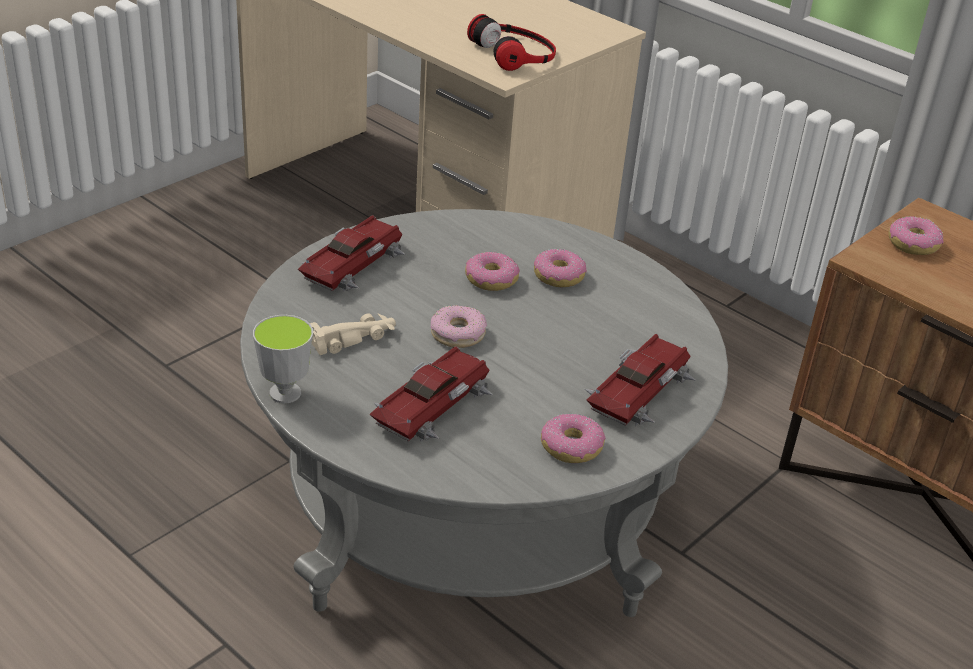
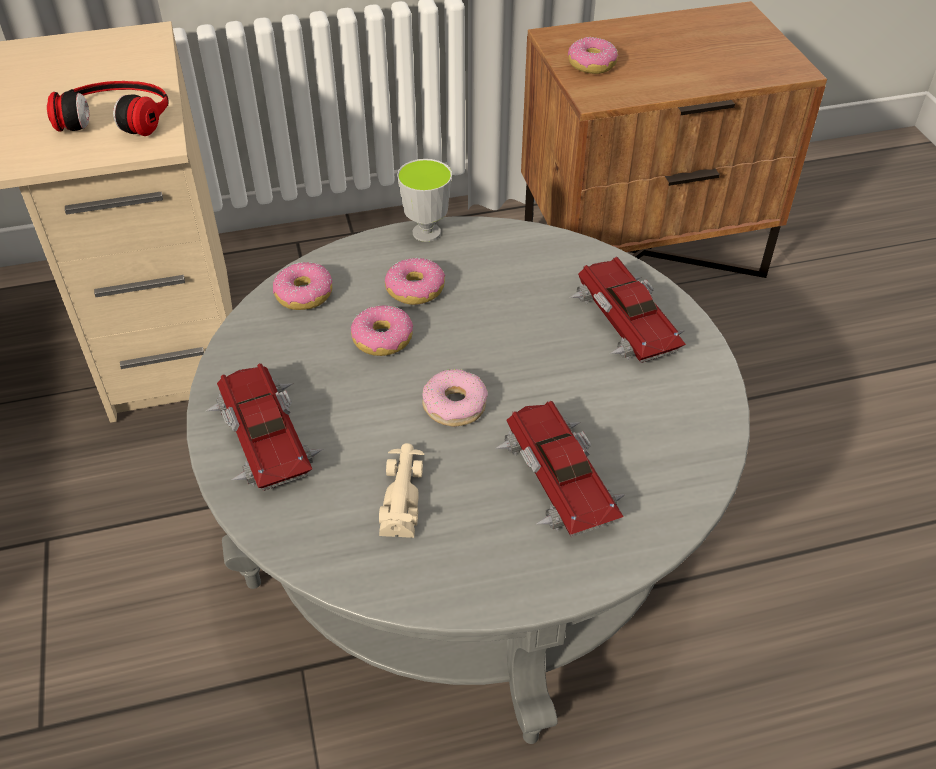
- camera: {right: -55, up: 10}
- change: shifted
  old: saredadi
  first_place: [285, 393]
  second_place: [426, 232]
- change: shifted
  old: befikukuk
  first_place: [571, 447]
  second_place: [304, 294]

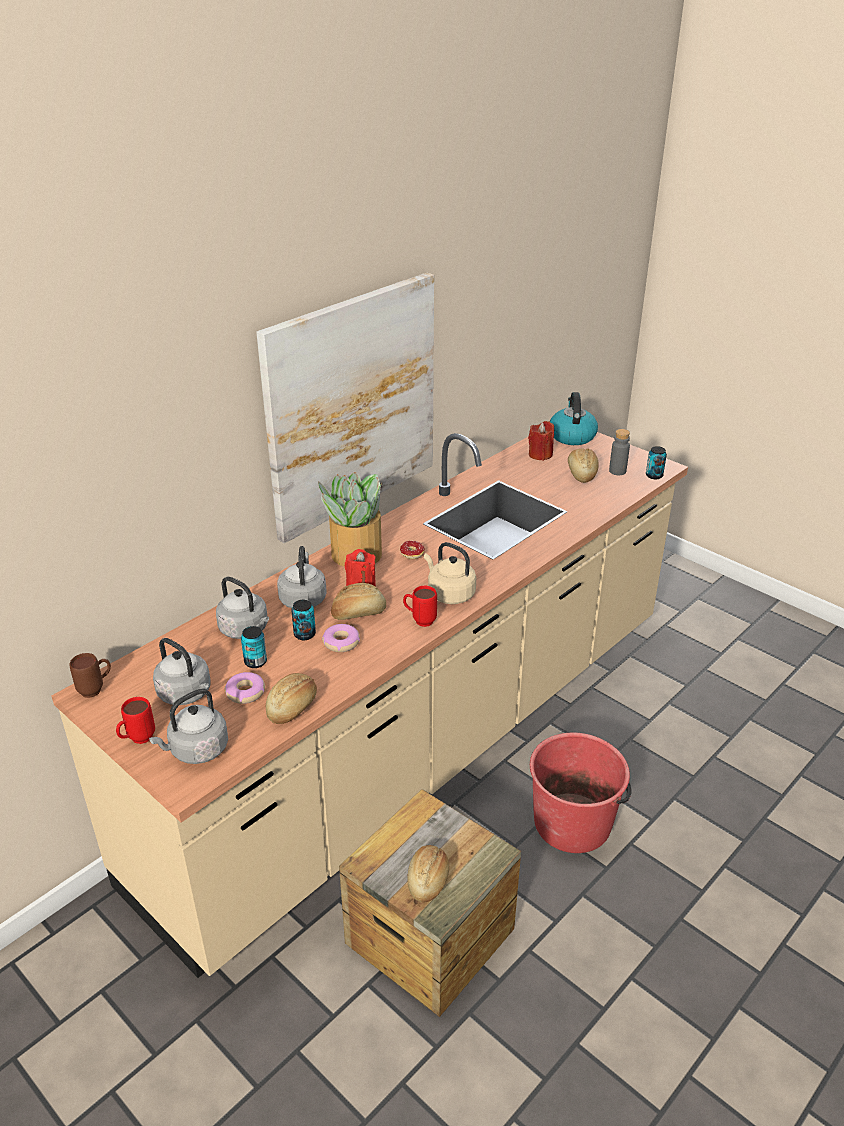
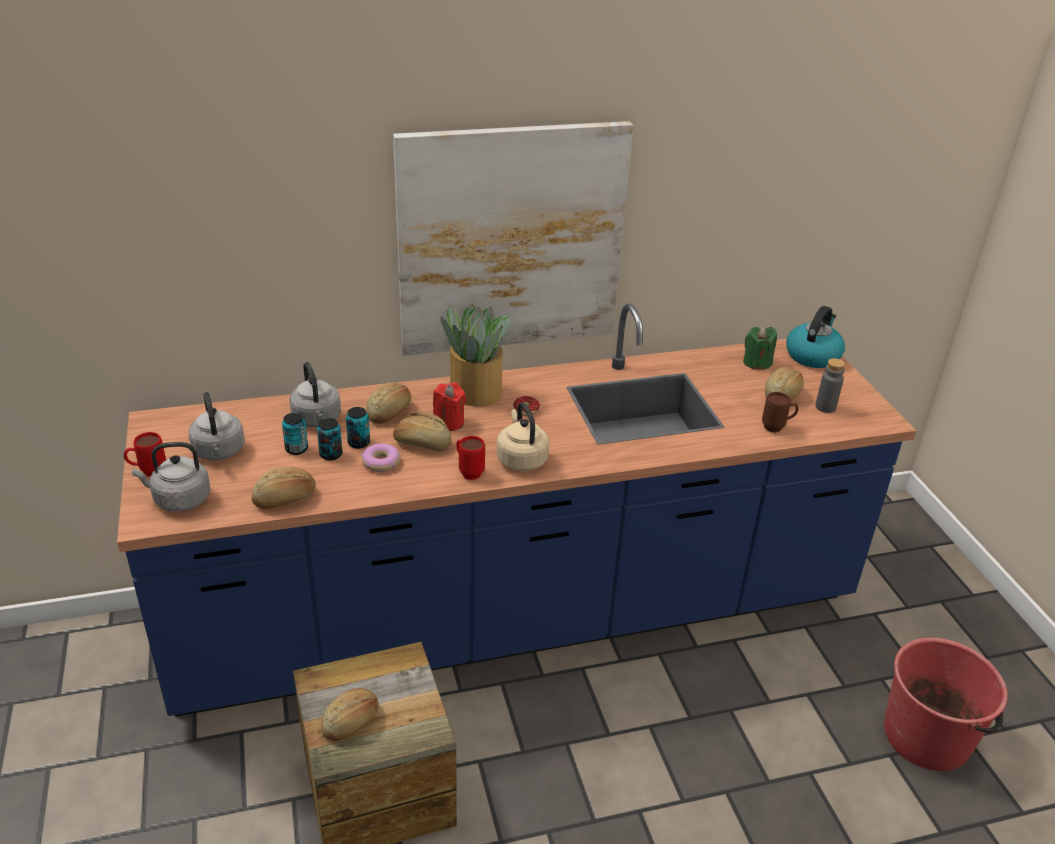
- camera: {right: 30, up: 0}
- change: repainted
  old: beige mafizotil
  new: blue mafizotil
  first_place: [421, 743]
  second_place: [518, 614]
- change: shifted
  old: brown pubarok
  first_place: [96, 689]
  second_place: [777, 428]
- change: gone
  old: befikukuk
  first_place: [245, 692]
- change: swapped
  old: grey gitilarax
  new: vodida
  first_place: [303, 598]
  second_place: [390, 412]
- change: repainted
  old: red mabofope
  new: green mabofope
  first_place: [540, 454]
  second_place: [757, 363]
- change: shifted
  old: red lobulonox
  first_place: [573, 822]
  second_place: [927, 736]
- change: shifted
  old: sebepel
  first_place: [654, 475]
  second_place: [331, 454]

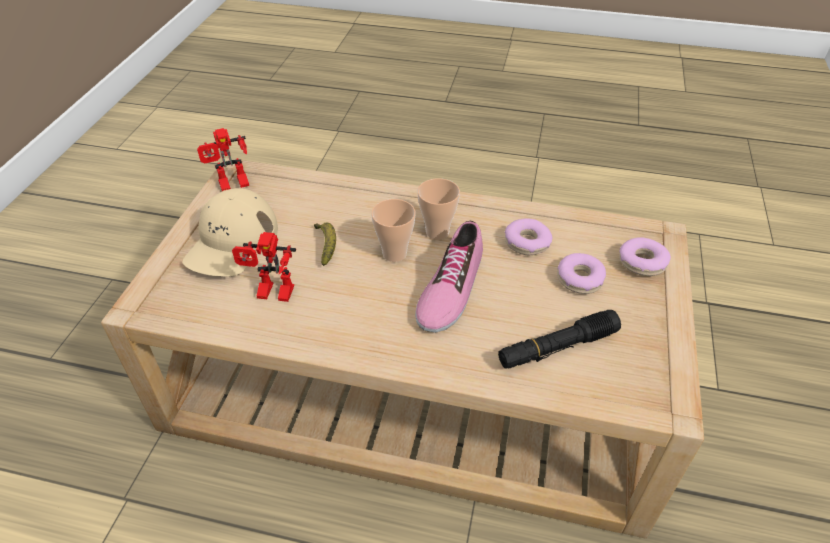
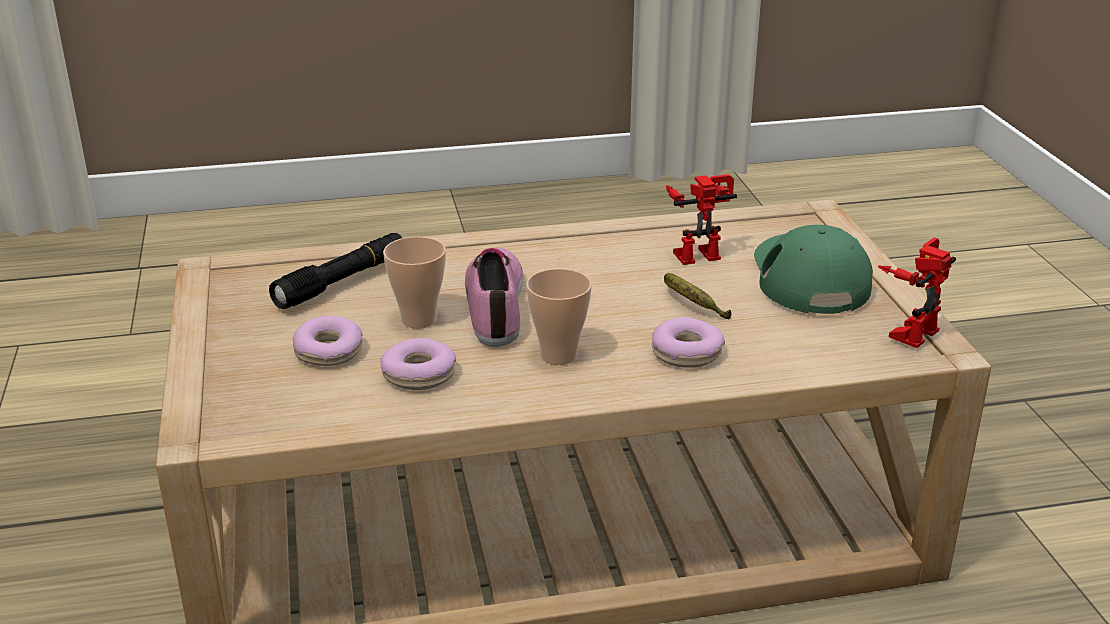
- camera: {right: 155, up: -15}
- change: repainted
  old: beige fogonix
  new: green fogonix
  first_place: [232, 242]
  second_place: [808, 277]
- change: shifted
  old: saredadi
  first_place: [394, 254]
  second_place: [418, 320]
- change: shifted
  old: befikukuk
  first_place: [642, 262]
  second_place: [687, 353]

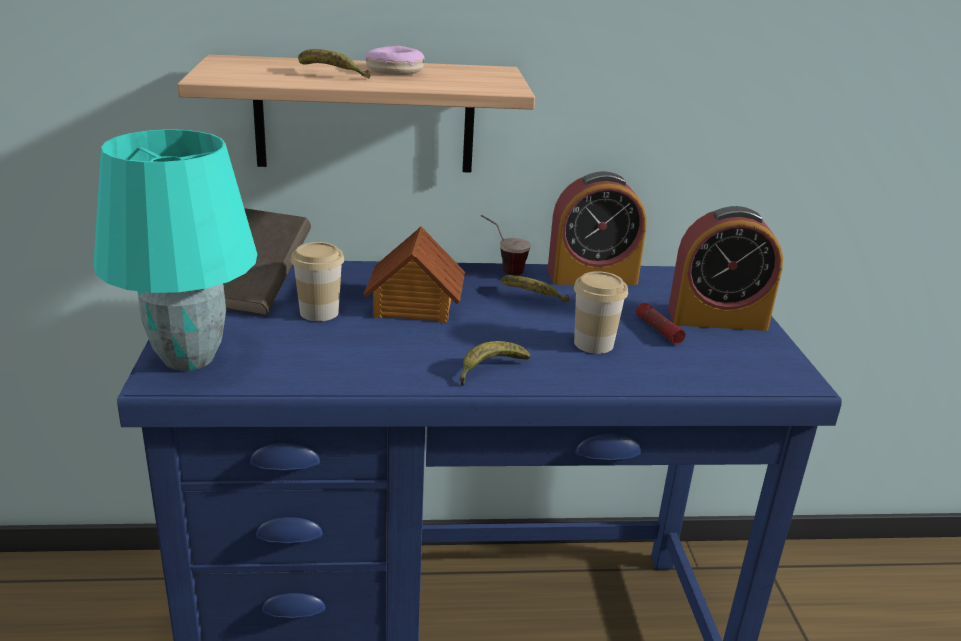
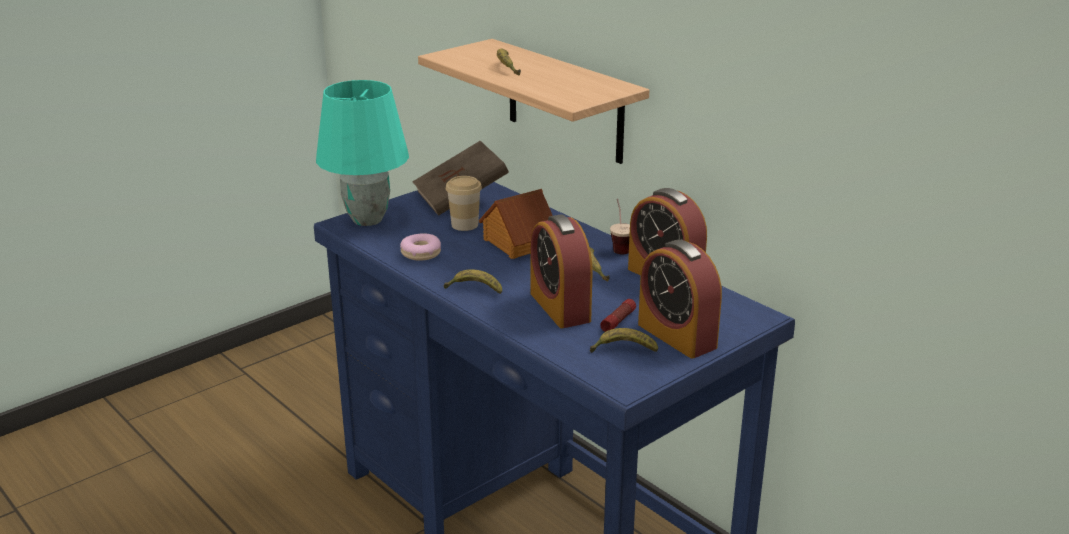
- camera: {right: 55, up: 0}
- change: shifted
  old: befikukuk
  first_place: [394, 70]
  second_place: [421, 253]
- change: swapped
  old: saredadi
  new: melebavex
  first_place: [593, 344]
  second_place: [560, 307]
- change: new
  new: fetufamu
  second_place: [623, 349]

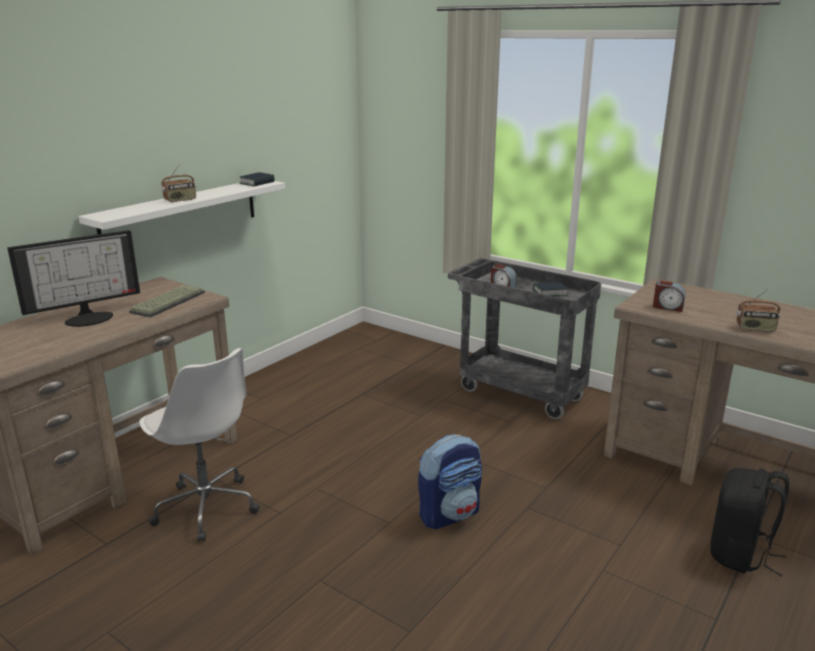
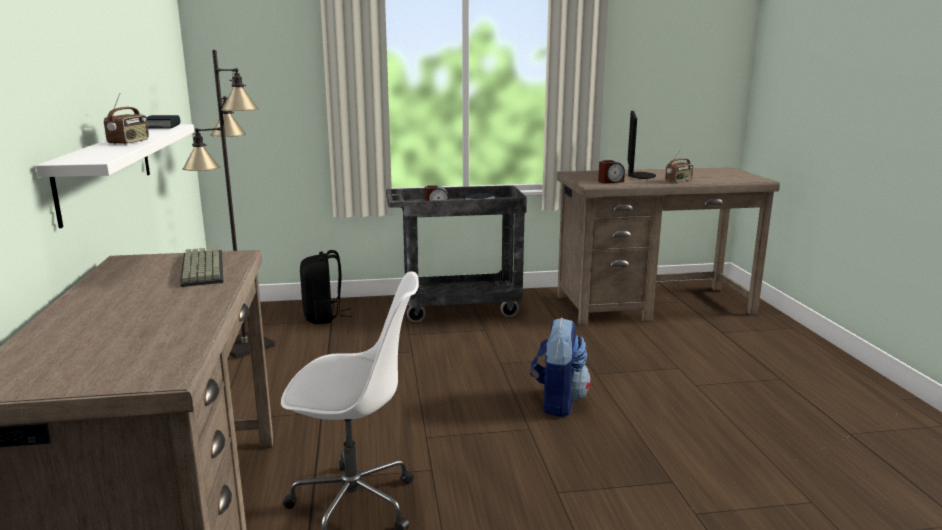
- camera: {right: -45, up: -5}
- change: shifted
  old: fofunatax
  first_place: [89, 317]
  second_place: [638, 175]
- change: shifted
  old: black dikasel
  first_place: [740, 555]
  second_place: [324, 317]
- change: new
  new: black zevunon
  second_place: [244, 346]

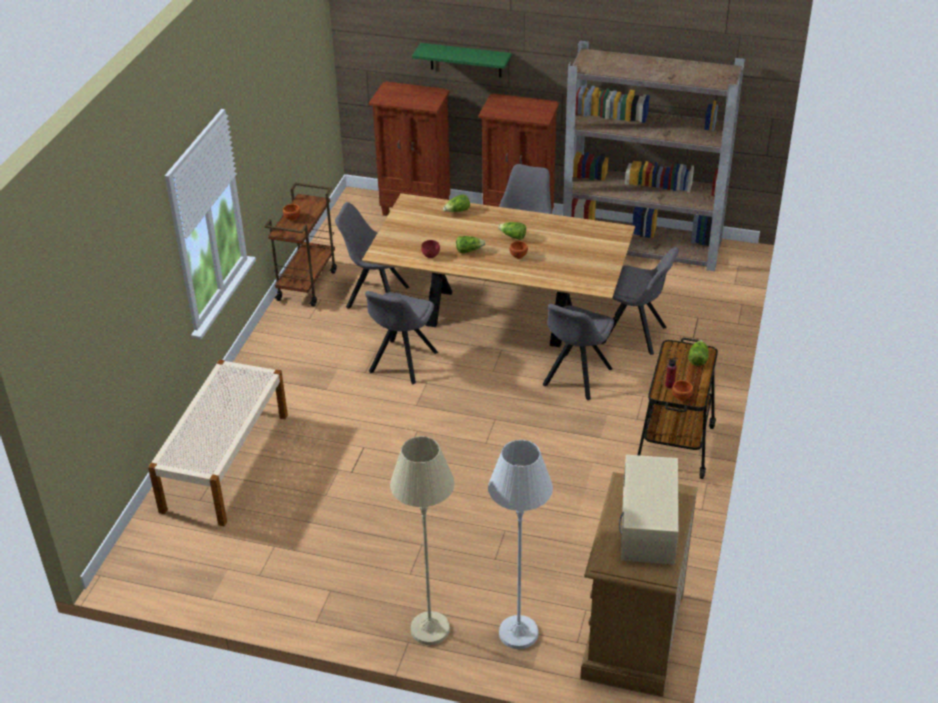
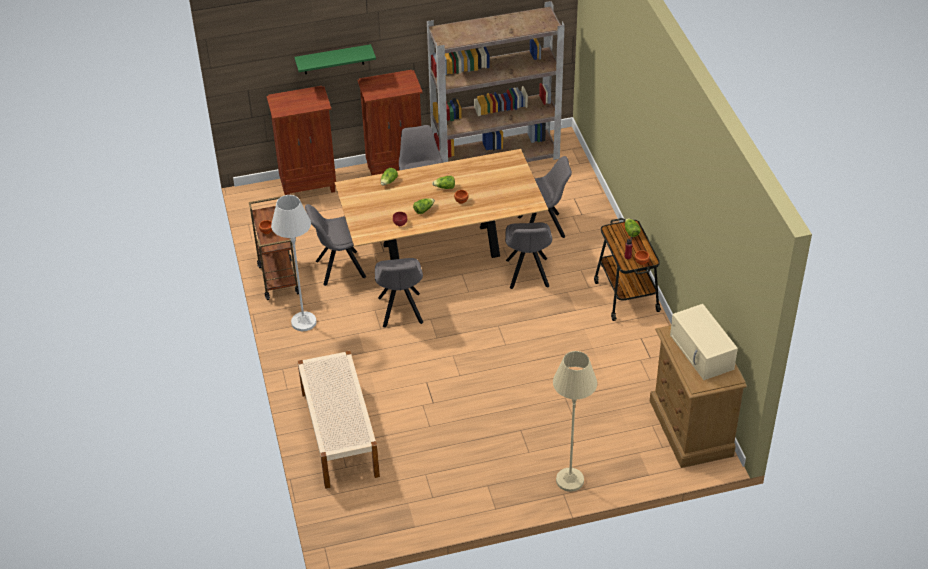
- camera: {right: -30, up: 5}
- change: shifted
  old: white zevunon
  first_place: [518, 633]
  second_place: [303, 322]

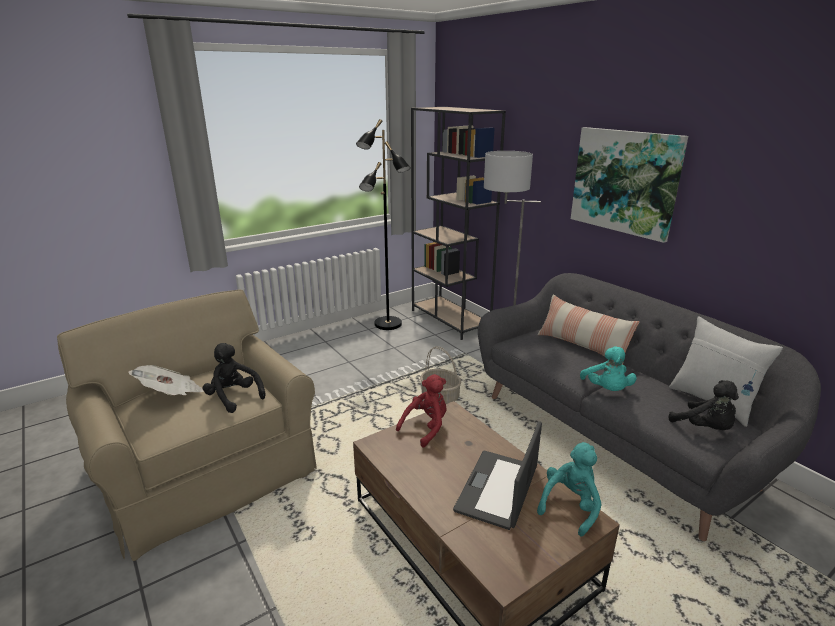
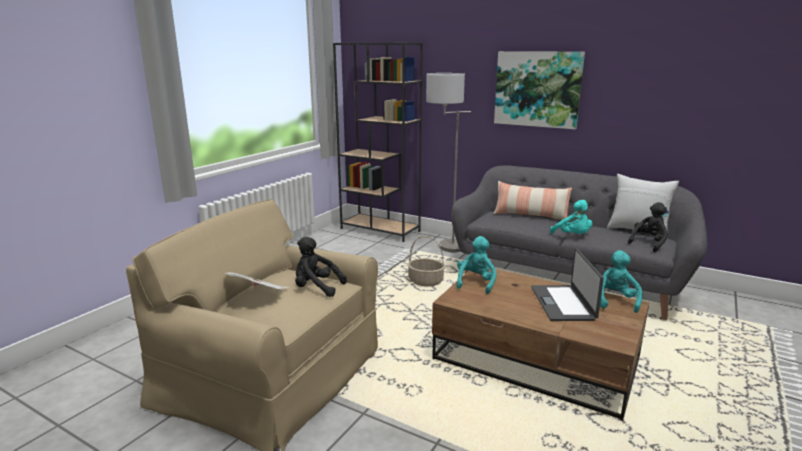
- camera: {right: -25, up: -5}
- change: gone
  old: black zevunon
  first_place: [388, 324]
- change: repainted
  old: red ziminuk
  new: turquoise ziminuk
  first_place: [426, 427]
  second_place: [476, 283]
- change: rotated
  old: black ziminuk
  first_place: [705, 428]
  second_place: [648, 243]
  degrees: -75

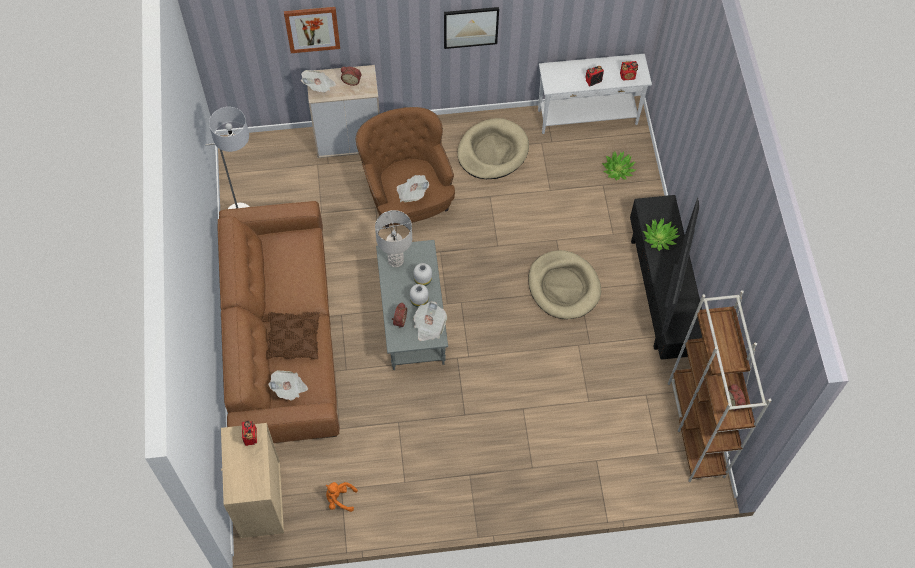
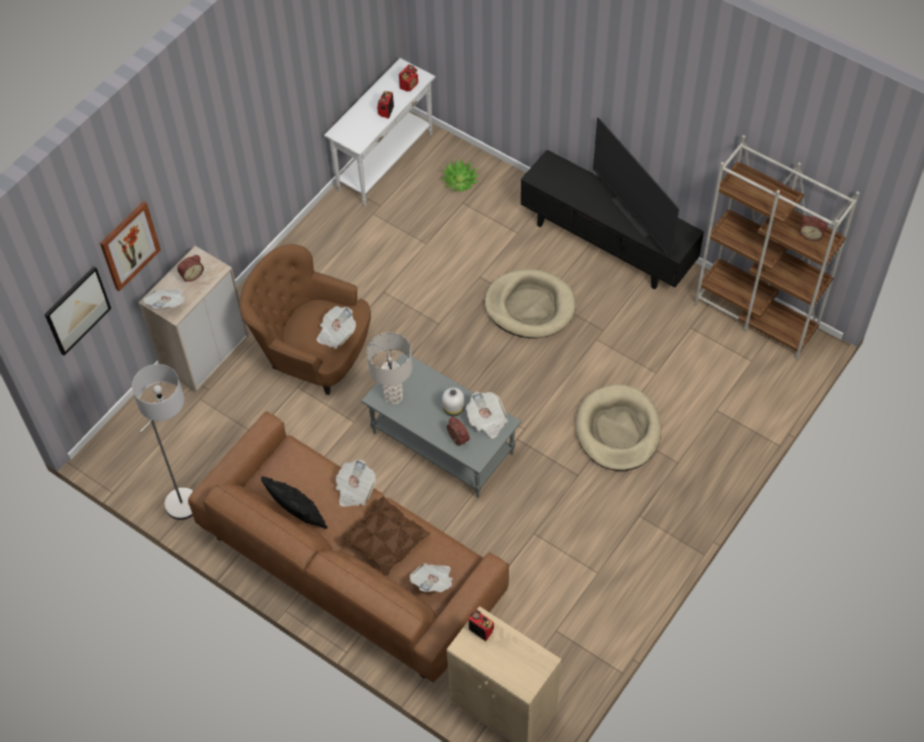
- camera: {right: -45, up: -5}
- change: gone
  old: orange ziminuk
  first_place: [339, 499]
- change: gone
  old: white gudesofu
  first_place: [423, 280]
- change: shifted
  old: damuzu
  first_place: [470, 27]
  second_place: [77, 310]
- change: shifted
  old: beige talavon
  first_place: [492, 151]
  second_place: [618, 430]
- change: gone
  old: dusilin
  first_place: [659, 238]
- change: new
  new: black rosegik
  second_place: [298, 515]
- change: new
  new: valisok
  second_place: [354, 490]

